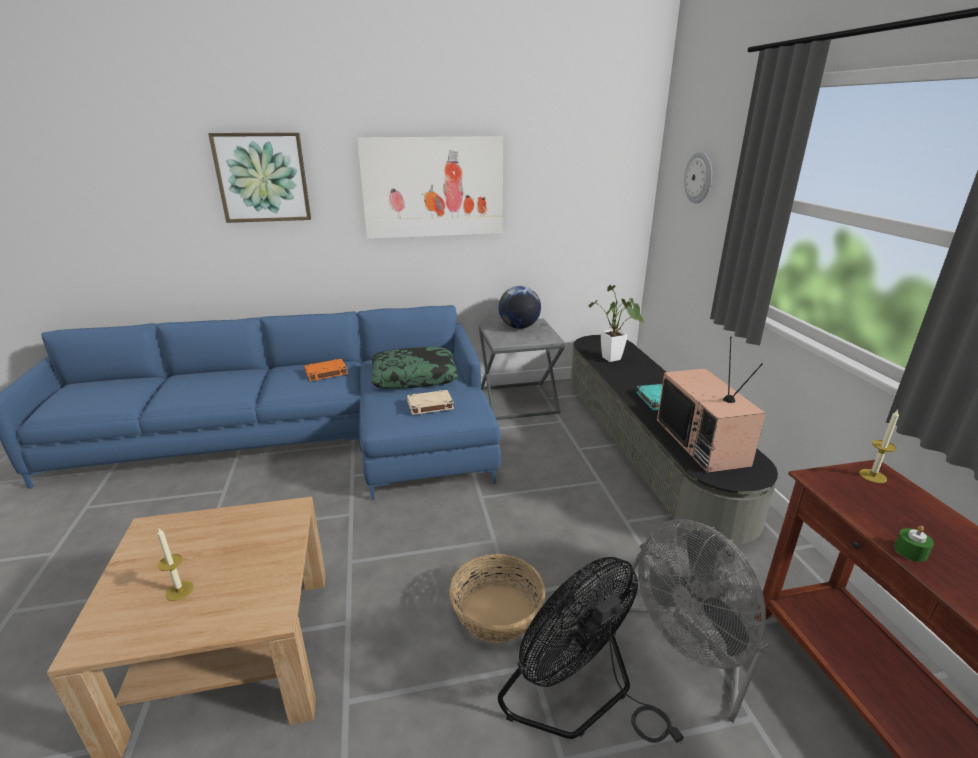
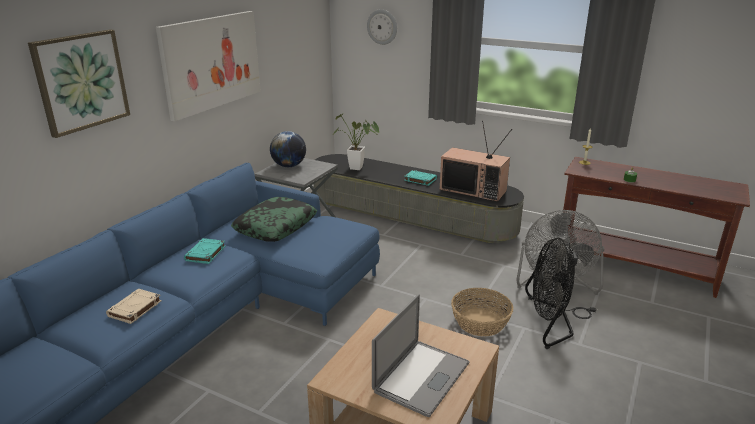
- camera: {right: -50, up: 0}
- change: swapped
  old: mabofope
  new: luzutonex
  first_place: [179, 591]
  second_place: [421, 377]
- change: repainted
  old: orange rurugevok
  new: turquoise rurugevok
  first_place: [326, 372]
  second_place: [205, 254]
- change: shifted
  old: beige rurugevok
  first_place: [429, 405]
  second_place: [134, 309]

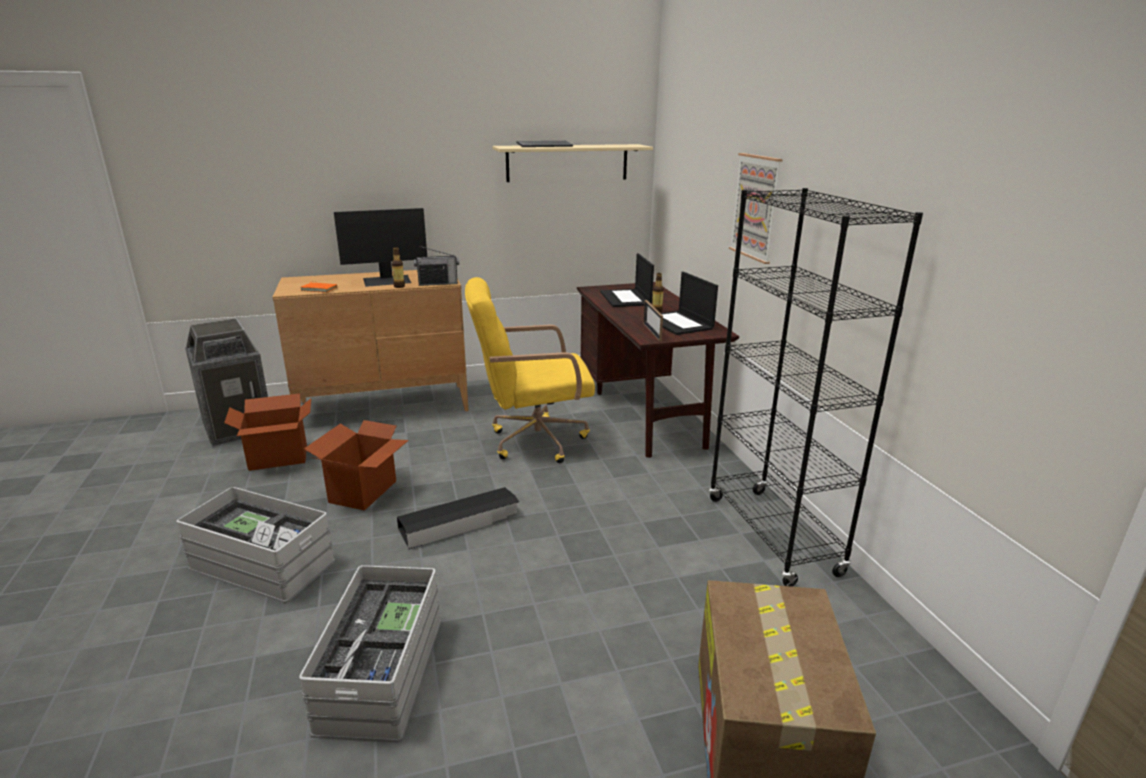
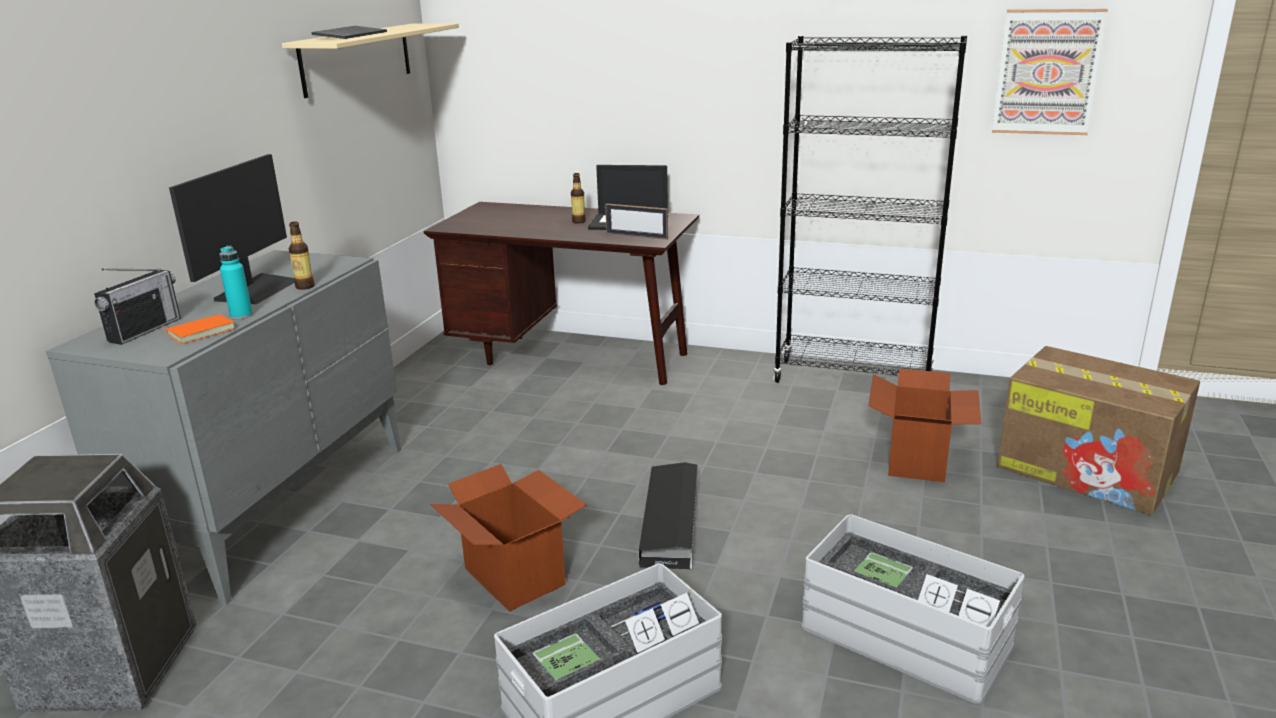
- camera: {right: -55, up: 0}
- change: shifted
  old: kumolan
  first_place: [278, 458]
  second_place: [918, 460]
- change: repainted
  old: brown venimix
  new: grey venimix
  first_place: [384, 406]
  second_place: [277, 508]
- change: shifted
  old: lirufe
  first_place: [438, 283]
  second_place: [145, 330]
- change: gone
  old: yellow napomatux
  first_place: [532, 442]
- change: gone
  old: luzutonex
  first_place: [626, 298]
- change: shifted
  old: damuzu
  first_place: [755, 207]
  second_place: [1047, 72]
- change: new
  new: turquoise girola
  second_place: [241, 315]

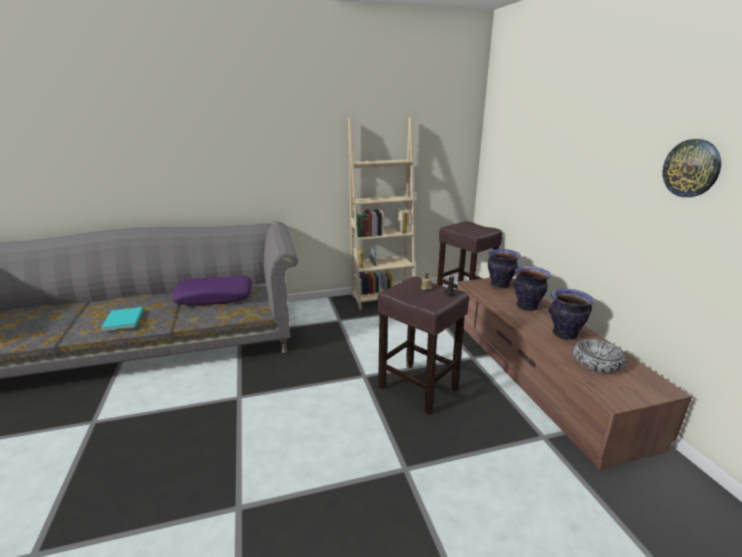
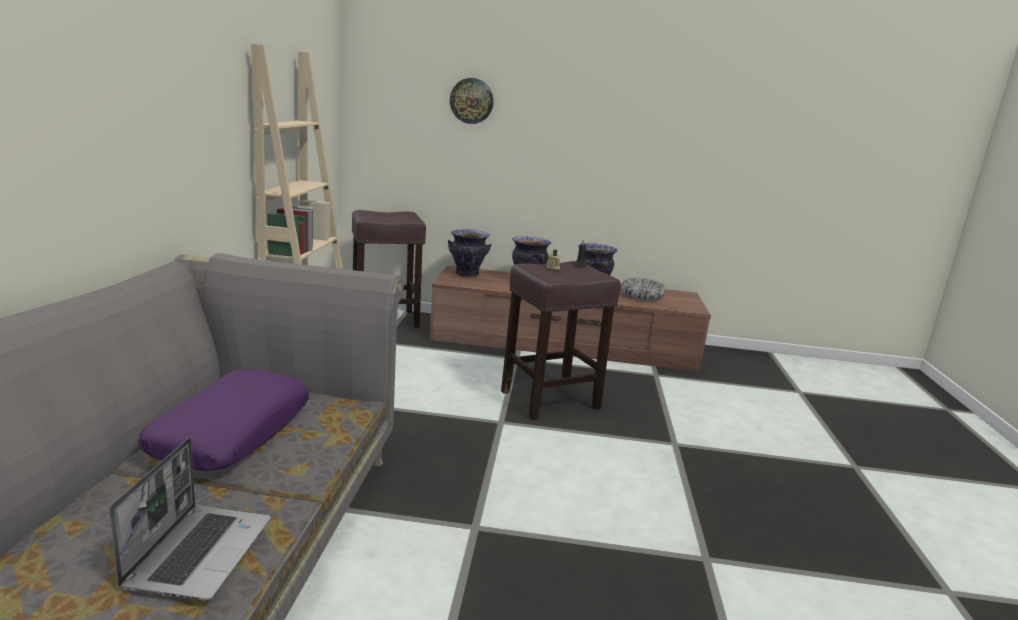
- camera: {right: -70, up: -5}
- change: swapped
  old: turquoise rurugevok
  new: luzutonex
  first_place: [125, 319]
  second_place: [199, 551]
- change: shifted
  old: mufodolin
  first_place: [691, 168]
  second_place: [471, 101]

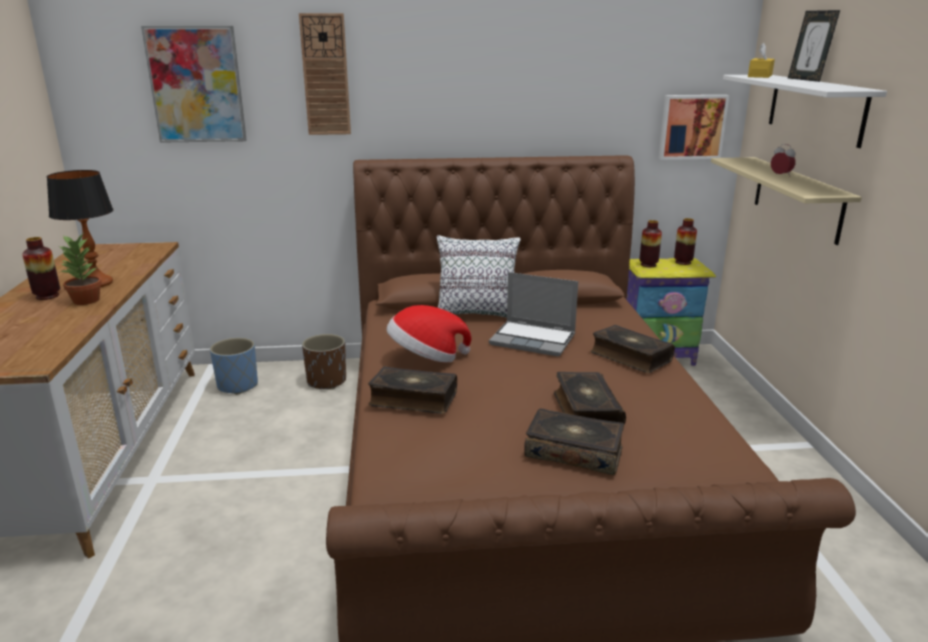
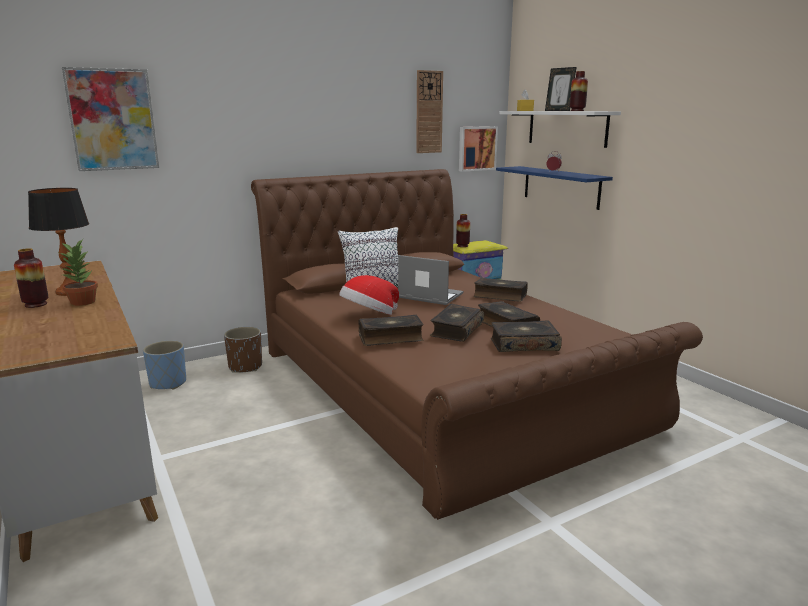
- camera: {right: -25, up: -5}
- change: shifted
  old: mufodolin
  first_place: [325, 75]
  second_place: [429, 112]
- change: rotated
  old: luzutonex
  first_place: [534, 340]
  second_place: [429, 296]
  degrees: -150
- change: shifted
  old: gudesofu
  first_place: [683, 262]
  second_place: [577, 111]
- change: repainted
  old: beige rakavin
  new: blue rakavin
  first_place: [797, 198]
  second_place: [561, 187]
- change: new
  new: rurugevok
  second_place: [456, 330]

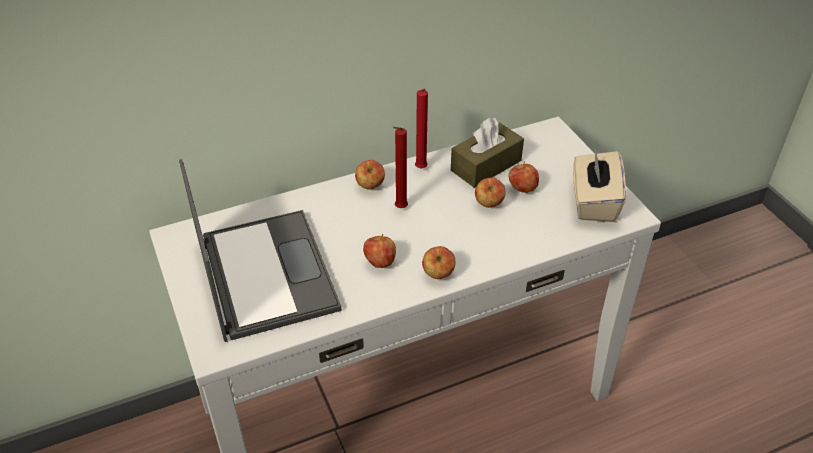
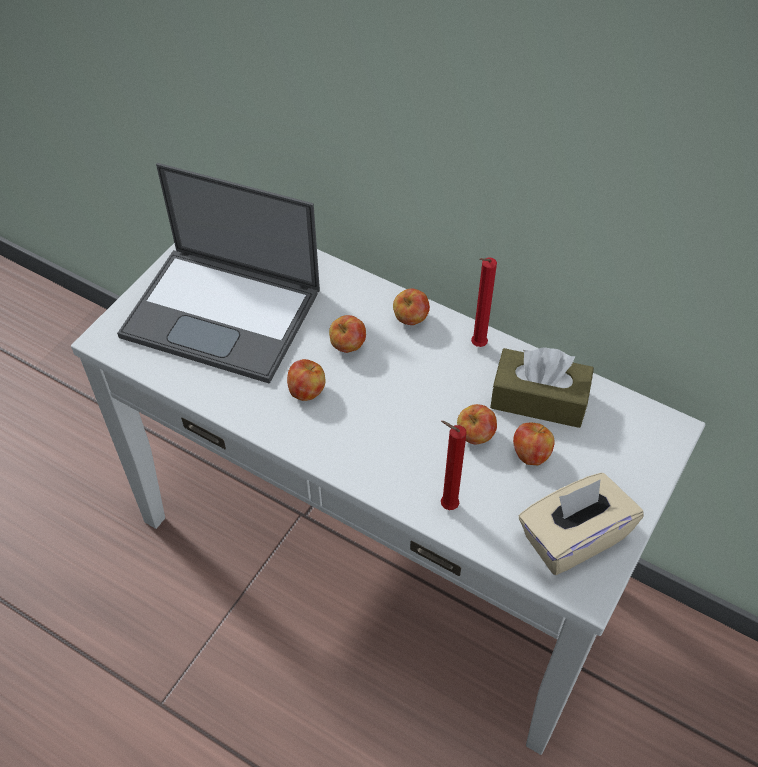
- camera: {right: 55, up: 10}
- change: rotated
  old: luzutonex
  first_place: [265, 272]
  second_place: [224, 313]
  degrees: 75
- change: shifted
  old: red mabofope
  first_place: [399, 209]
  second_place: [446, 505]
- change: shifted
  old: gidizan
  first_place: [438, 274]
  second_place: [348, 346]

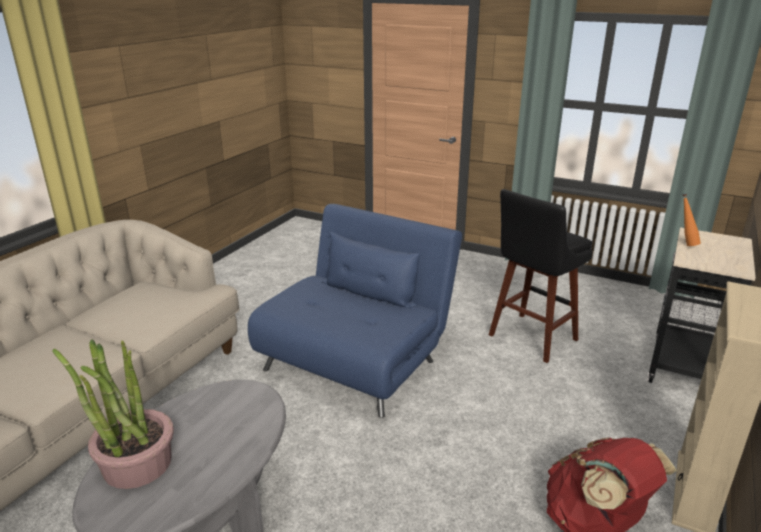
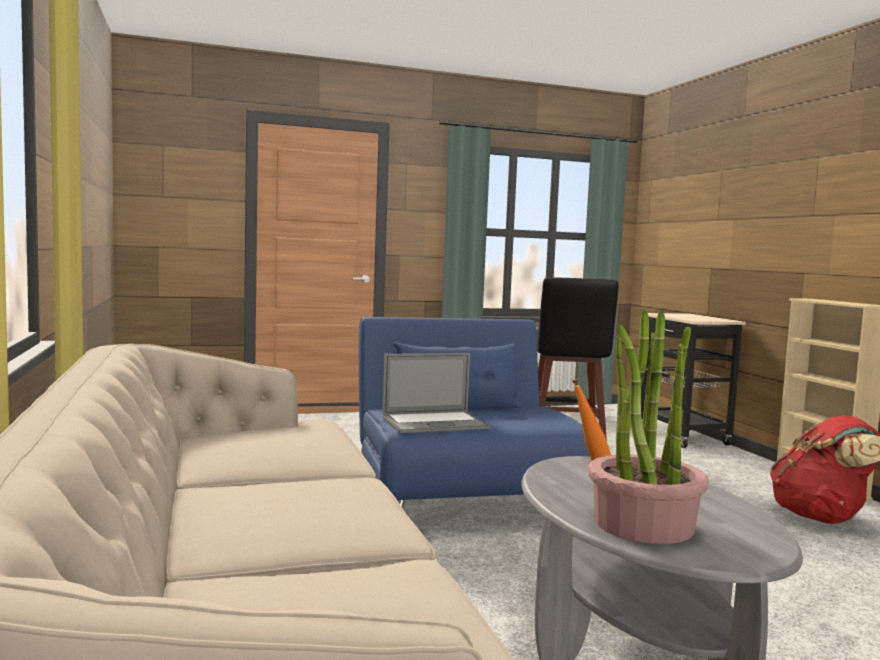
- camera: {right: -45, up: -20}
- change: shifted
  old: orange girola
  first_place: [685, 244]
  second_place: [589, 461]
- change: new
  new: luzutonex
  second_place: [434, 423]

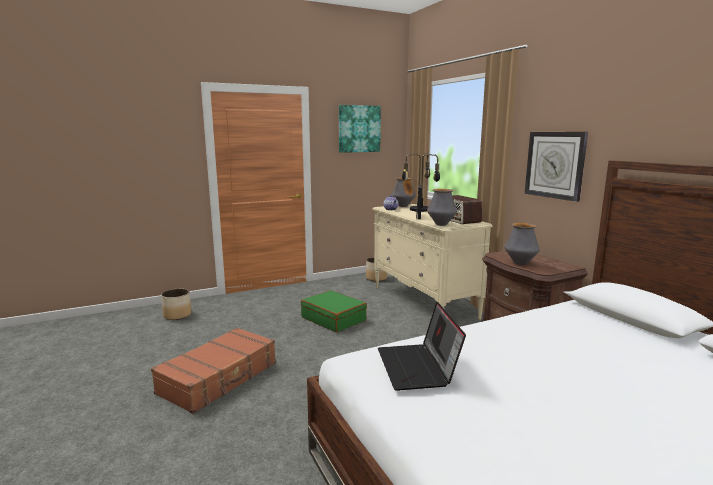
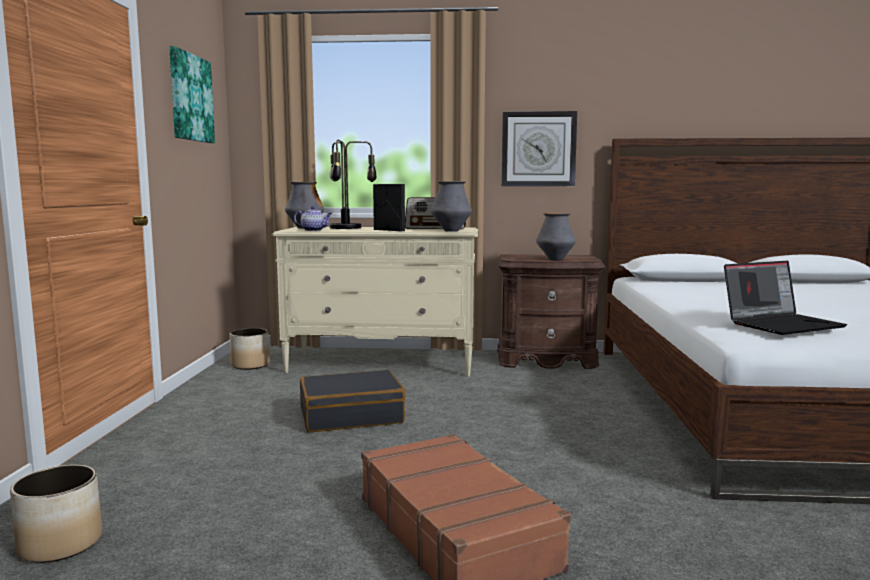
- camera: {right: -60, up: -5}
- change: repainted
  old: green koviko
  new: black koviko
  first_place: [334, 319]
  second_place: [351, 415]
- change: rotated
  old: luzutonex
  first_place: [418, 367]
  second_place: [782, 324]
  degrees: -45

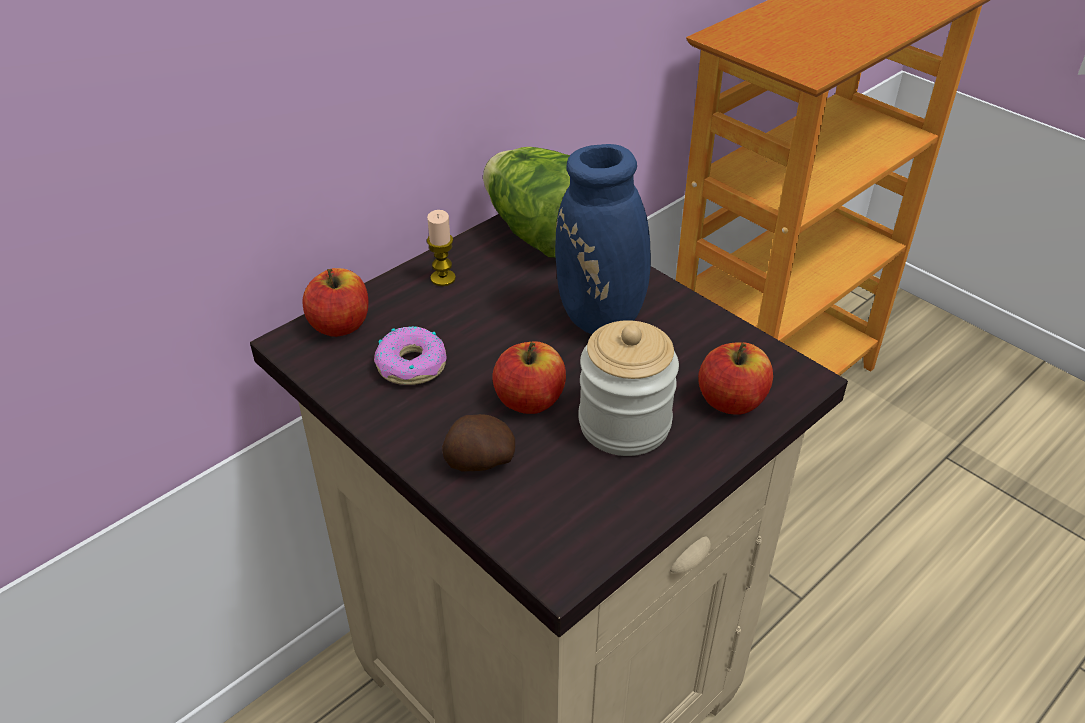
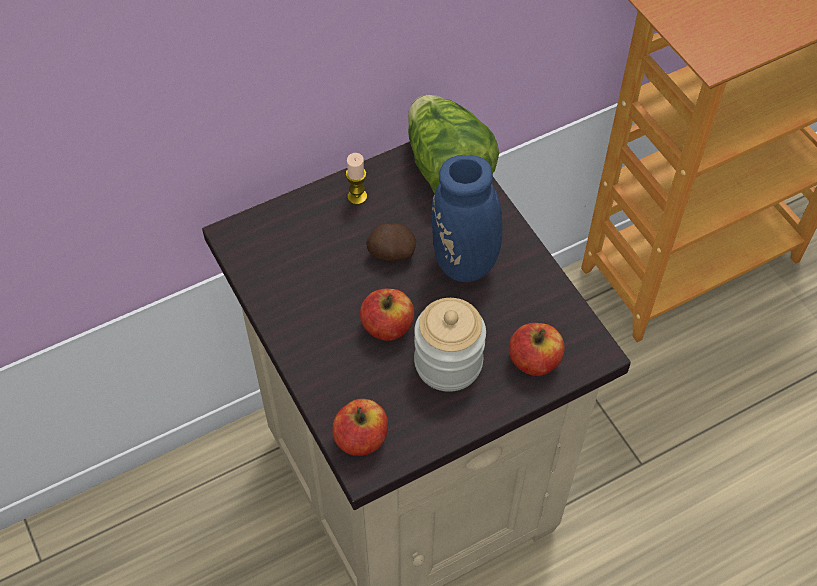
- camera: {right: 15, up: 15}
- change: shifted
  old: gidizan
  first_place: [340, 325]
  second_place: [361, 438]
- change: gone
  old: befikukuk
  first_place: [412, 364]
- change: shifted
  old: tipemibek
  first_place: [479, 462]
  second_place: [391, 253]

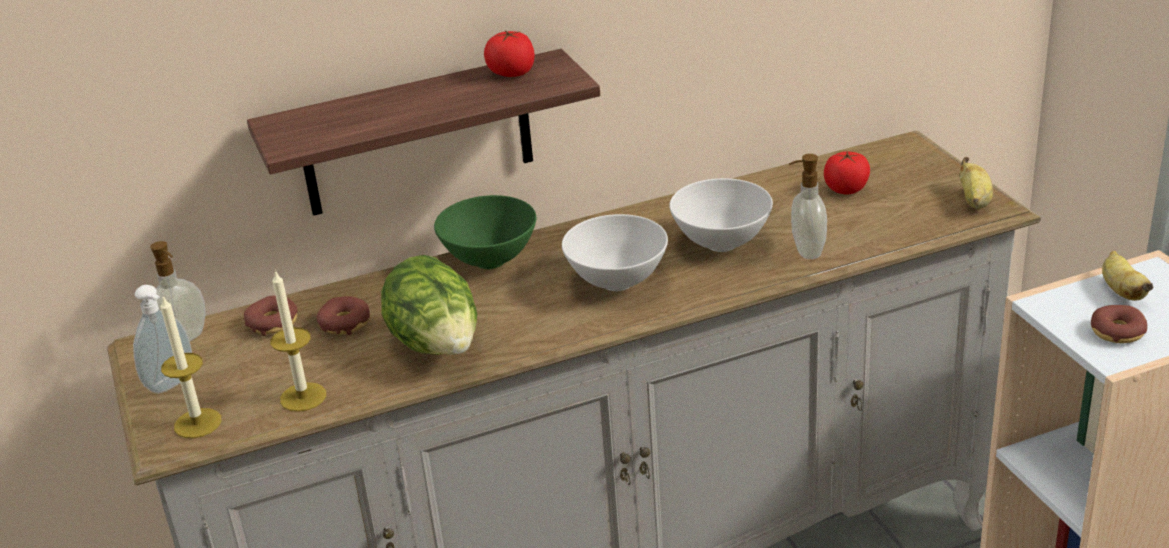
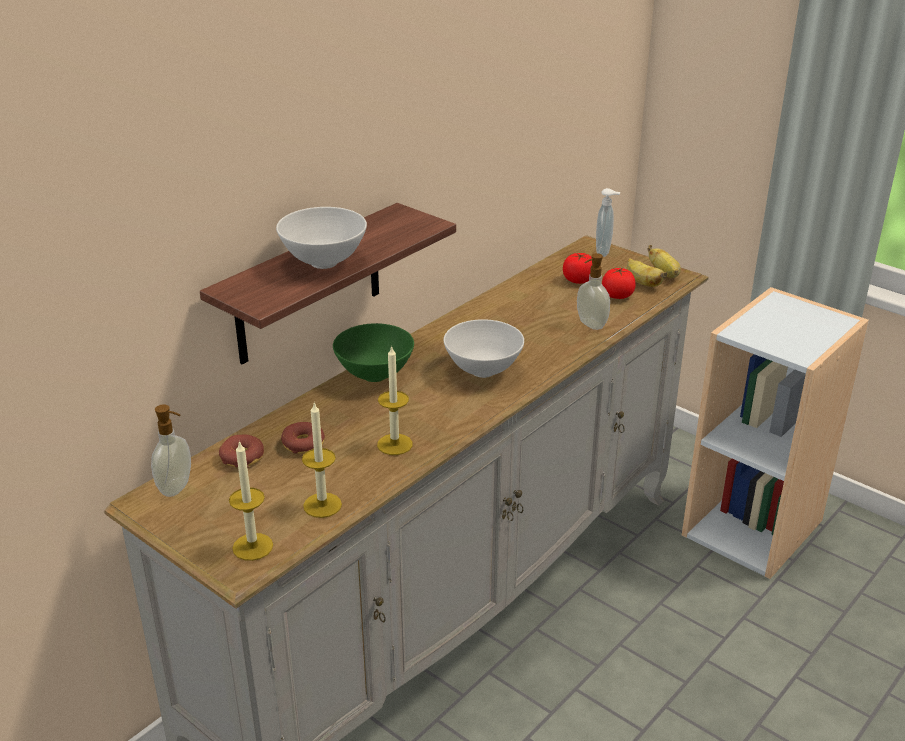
- camera: {right: -30, up: 0}
- change: shifted
  old: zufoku
  first_place: [173, 384]
  second_place: [604, 252]
- change: swapped
  old: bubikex
  new: mabofope
  first_place: [438, 347]
  second_place: [394, 444]
- change: shifted
  old: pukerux
  first_place: [511, 73]
  second_place: [617, 296]
- change: shifted
  old: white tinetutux
  first_place: [720, 244]
  second_place: [323, 263]
- change: gone
  old: befikukuk
  first_place: [1117, 332]
- change: shifted
  old: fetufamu
  first_place: [1121, 291]
  second_place: [642, 283]

